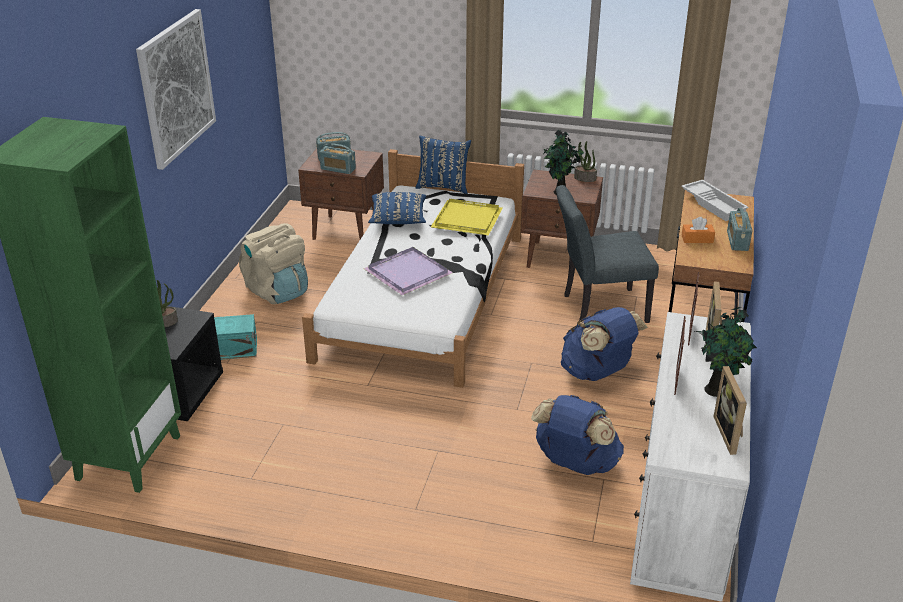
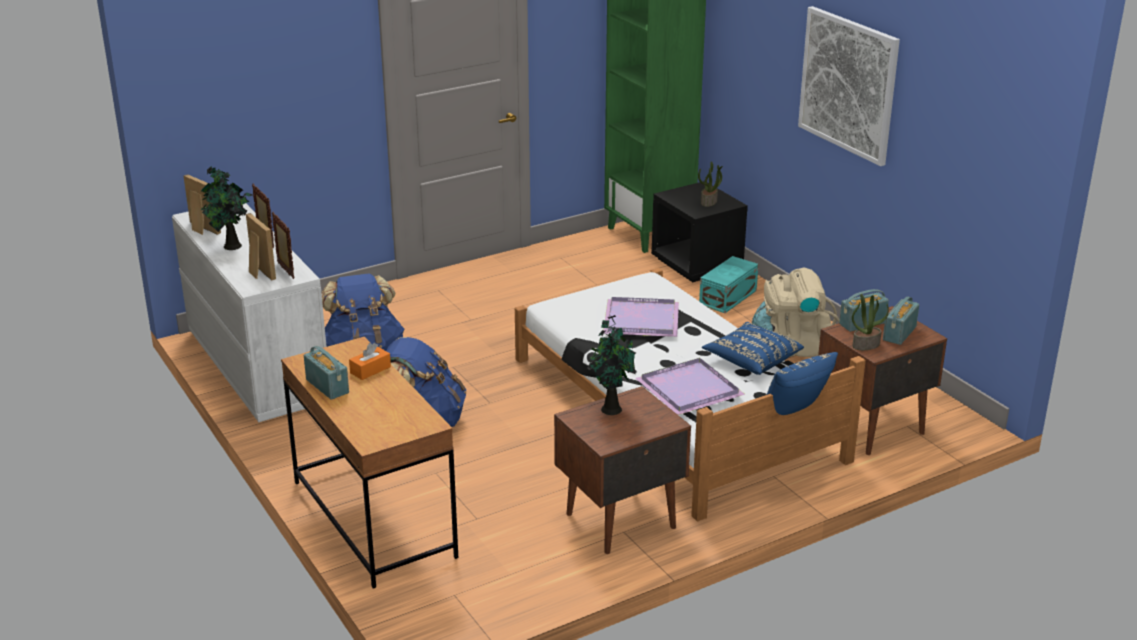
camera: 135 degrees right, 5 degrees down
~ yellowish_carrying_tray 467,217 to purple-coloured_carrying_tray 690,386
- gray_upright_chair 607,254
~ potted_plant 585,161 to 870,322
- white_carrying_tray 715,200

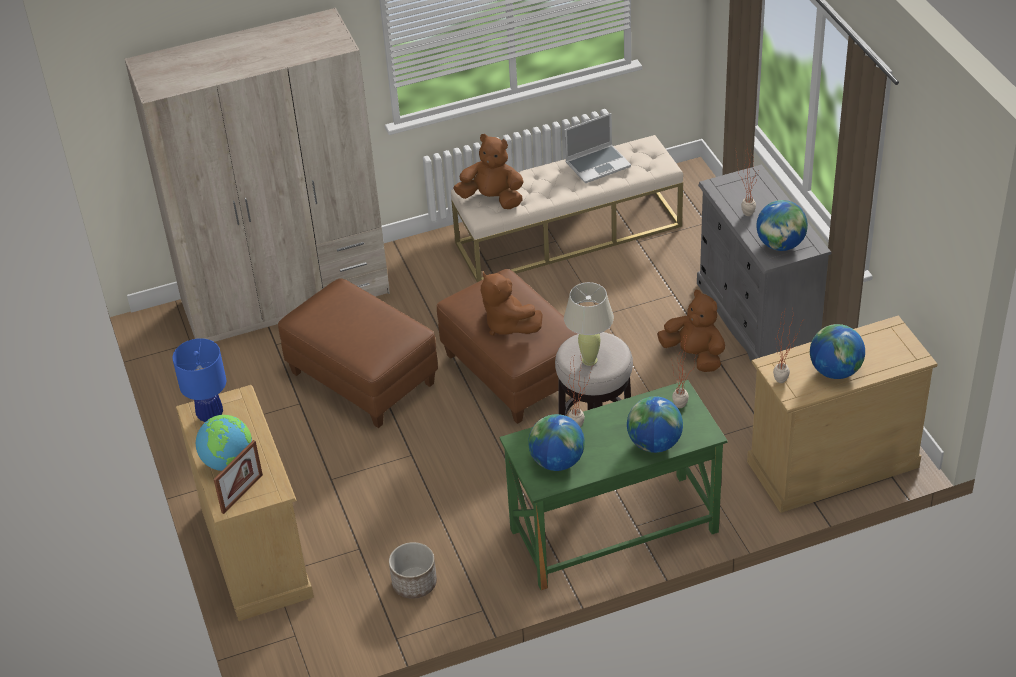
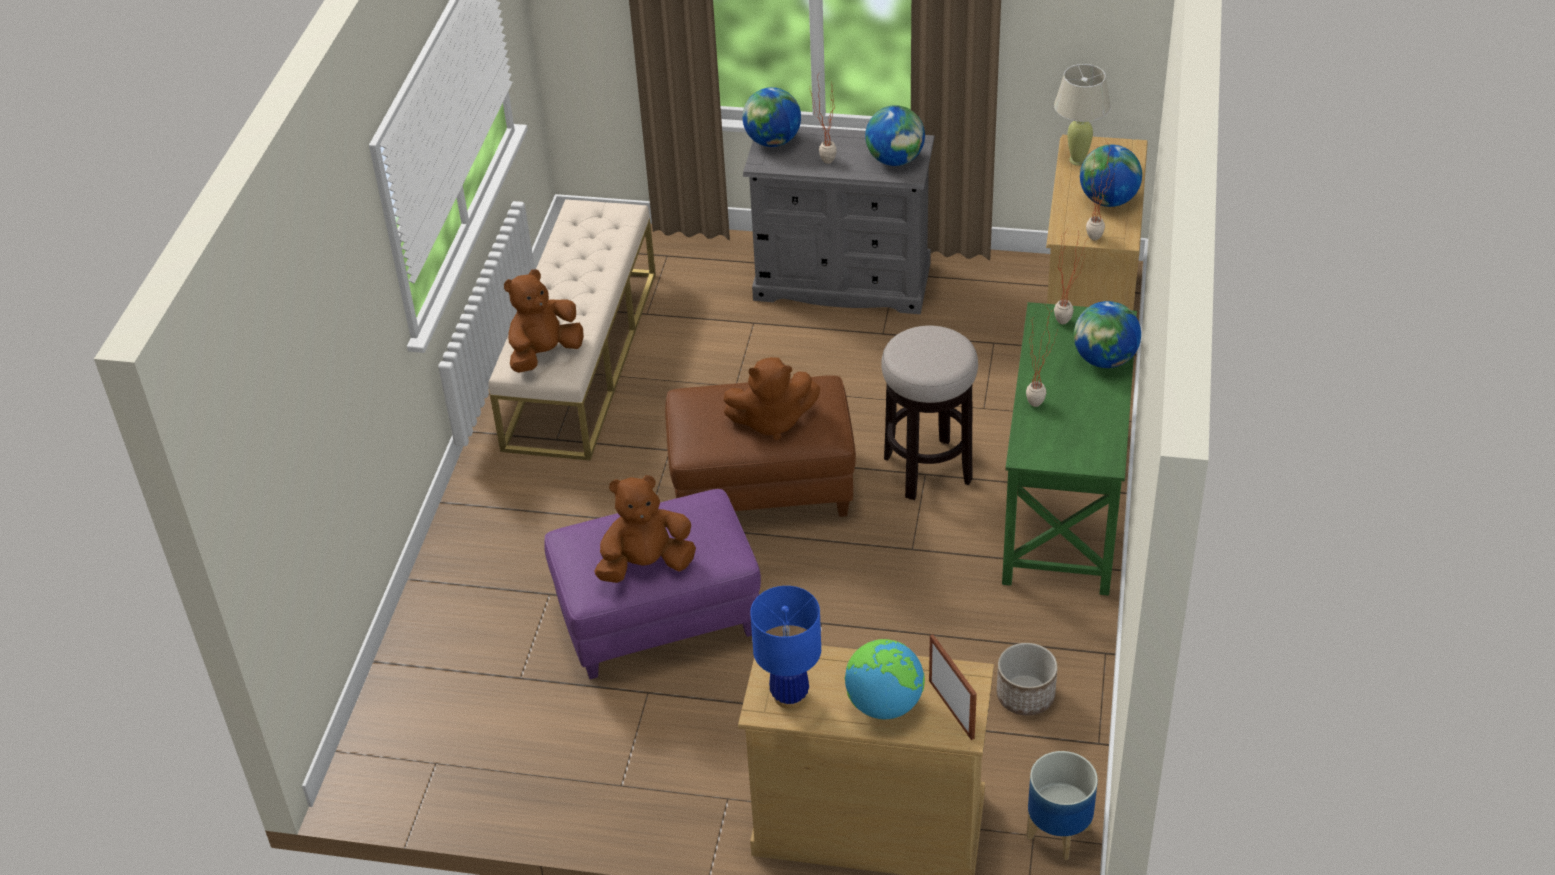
camera: 60 degrees left, 0 degrees up
- beige-coloured_armoire 257,175
~ brown_footrest 358,353 to purple-coloured_footrest 652,584
~ globe 556,442 to 771,117
~ beige-coloured_table_lamp 589,324 to 1082,115
- laptop 598,148
~ brown_cuddly_toy 691,331 to 645,529
+ flower_pot 1062,805

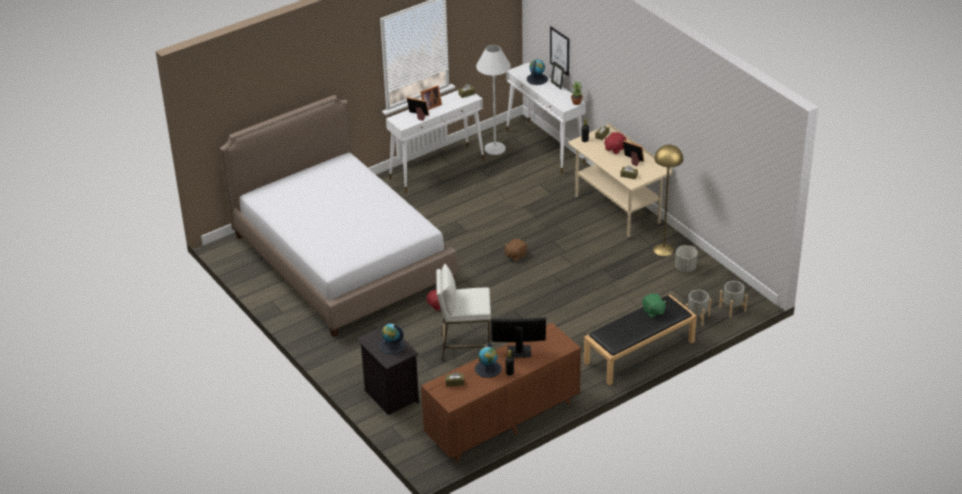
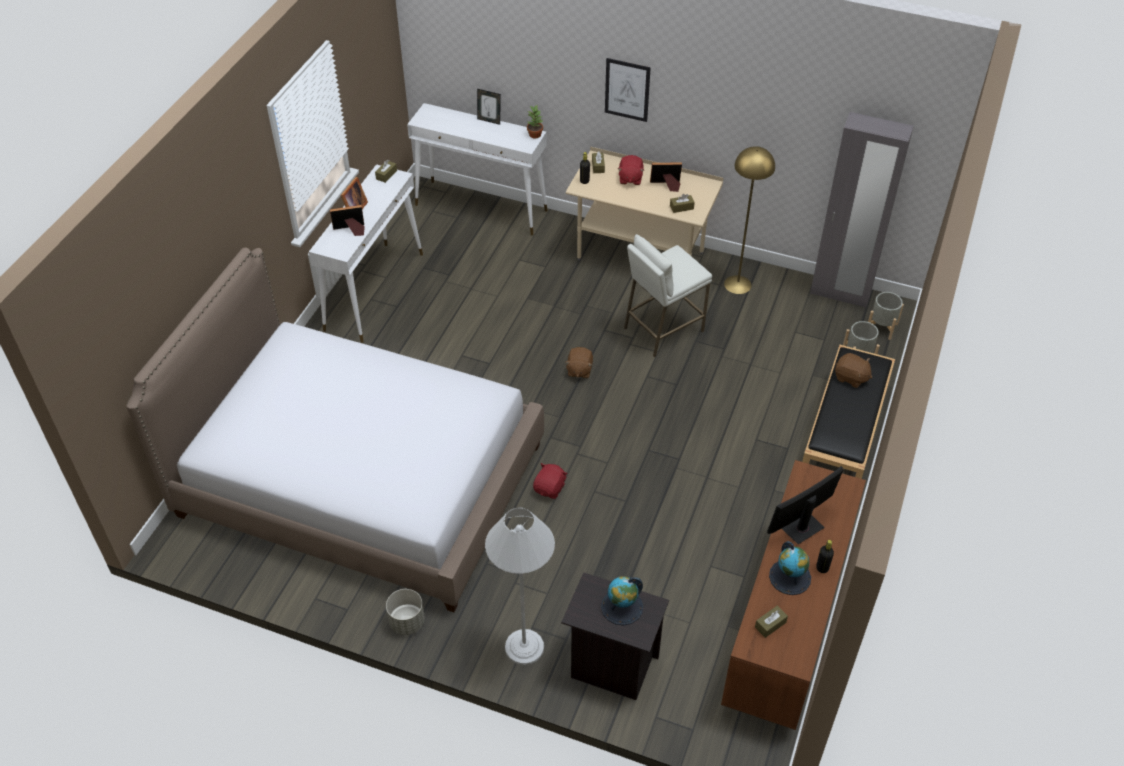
camera: 35 degrees left, 10 degrees up
~ white_sitting_stool 463,312 to 668,295
~ white_standard_lamp 493,100 to 520,586
- globe 537,72
~ picture 559,51 to 628,90
~ green_cuddly_toy 654,306 to brown_cuddly_toy 853,370
~ gray_flower_pot 686,258 to 405,612
+ gray_armoire 862,210

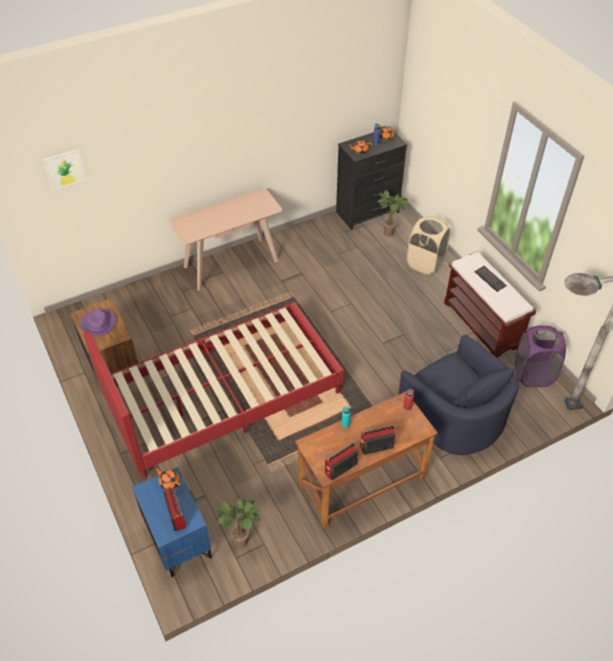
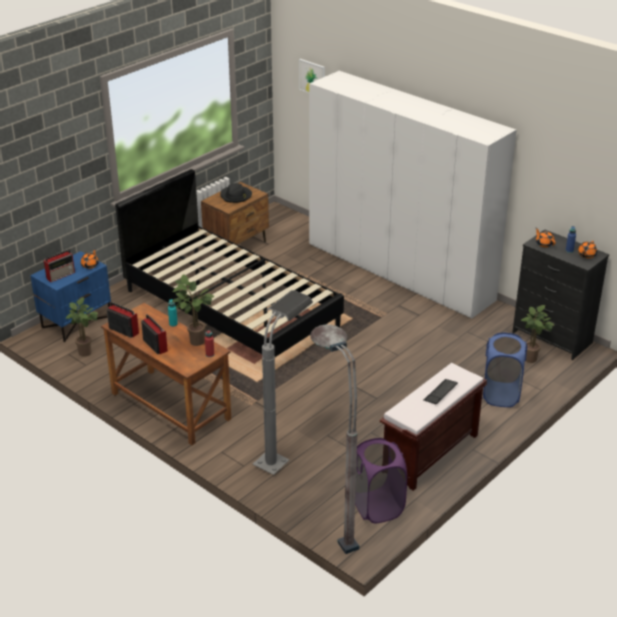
camera: 70 degrees right, 15 degrees down
~ purple-coloured_clothing_hat 98,322 to blackish_clothing_hat 236,193
~ reddish_bed 213,390 to blackish_bed 229,263
~ beige-coloured_hall_table 226,240 to white_armoire 413,194
~ blue-coloured_lounge_chair 458,395 to gray_standard_lamp 282,382
~ beige-coloured_laundry_basket 428,245 to blue-coloured_laundry_basket 505,370
+ potted_plant 193,310

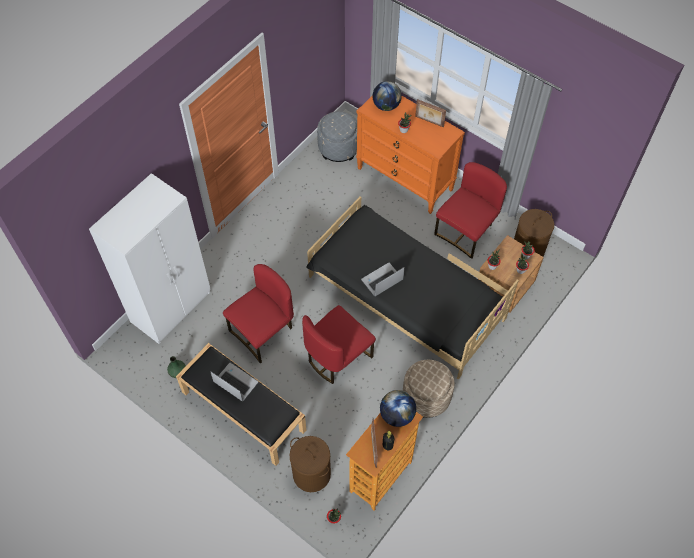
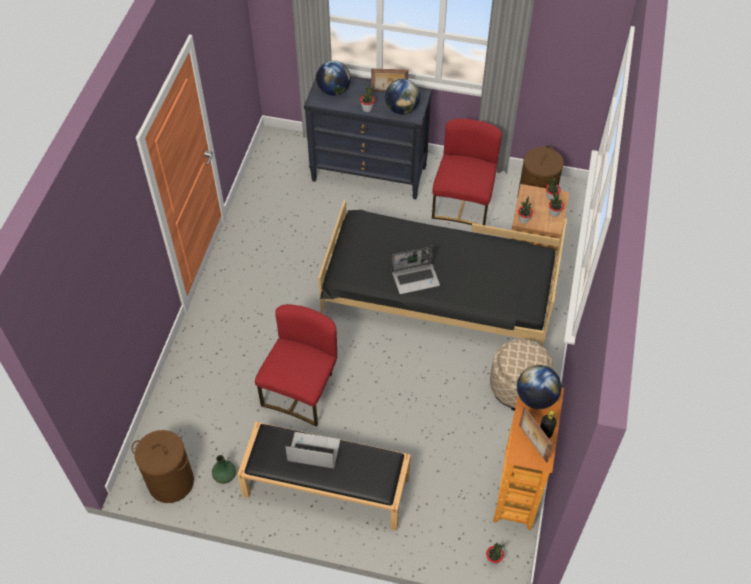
camera: 25 degrees left, 5 degrees down
- white_armoire 150,258
~ brown_laundry_basket 310,464 to 162,466
- reddish_upright_chair 339,344
- gray_footrest 337,136
~ orange_drawer_chest 410,154 to blackish_drawer_chest 368,135
~ laptop 383,280 = 416,270 135 degrees counterclockwise
+ globe 402,97

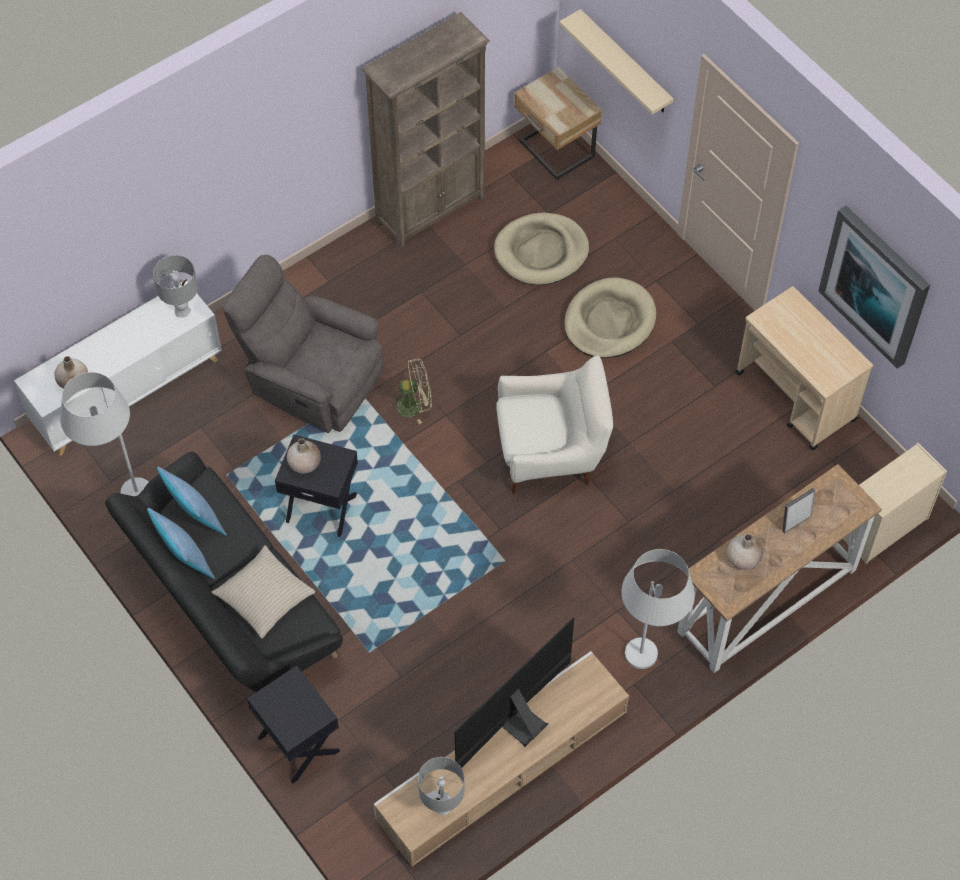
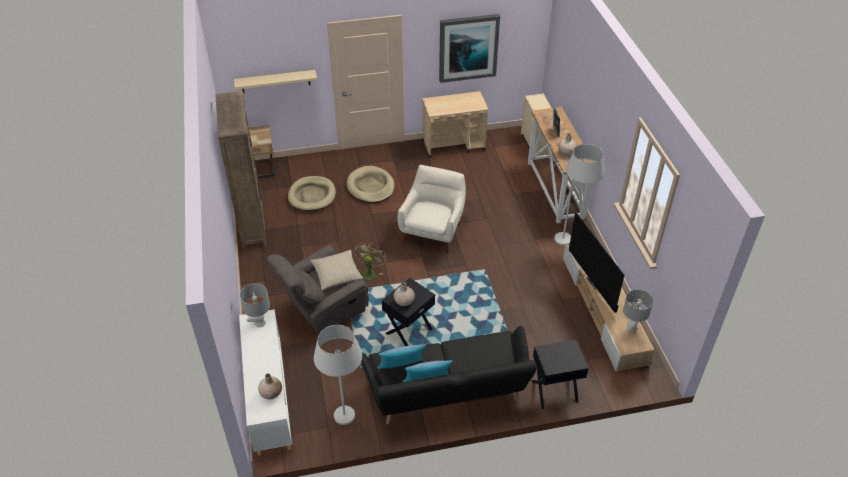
camera: 65 degrees left, 15 degrees down
~ beige-coloured_cushion 263,592 to 336,270

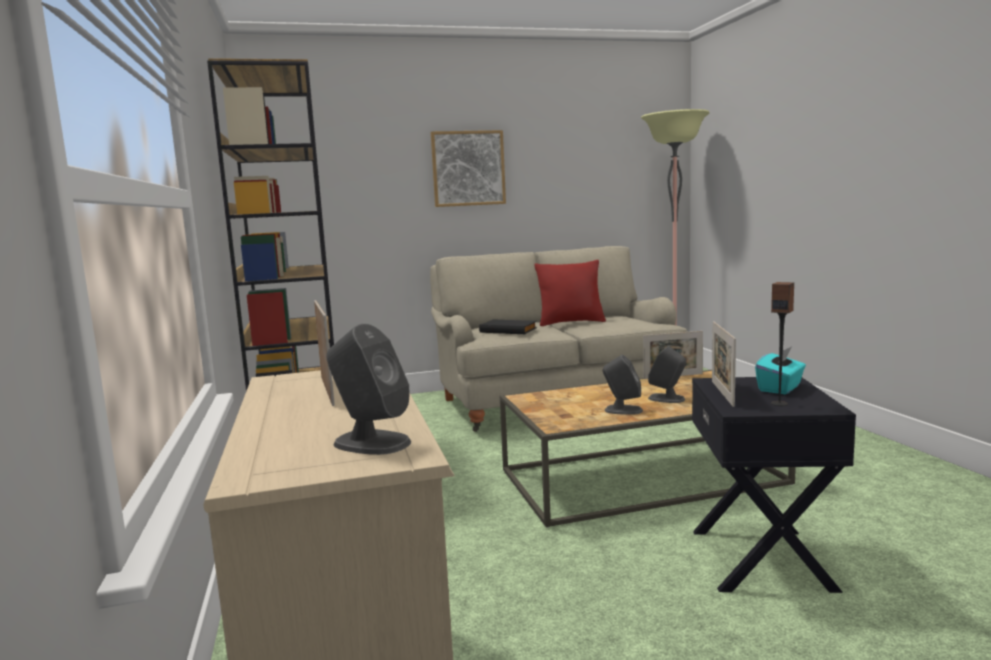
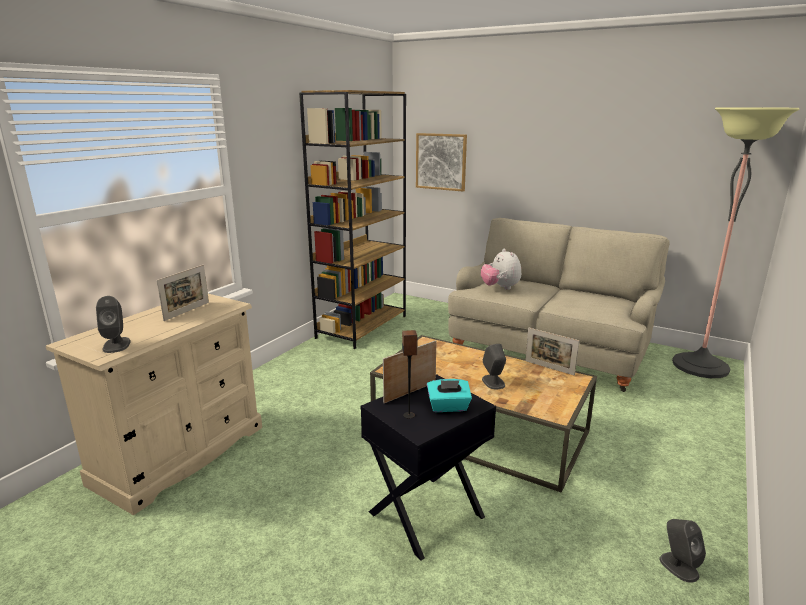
camera: 45 degrees right, 10 degrees up
~ picture 468,168 to 441,162
~ blackish_book 508,326 to cuddly_toy 501,269
- reddish_cushion 570,293
~ gray_speaker 623,385 to 683,551

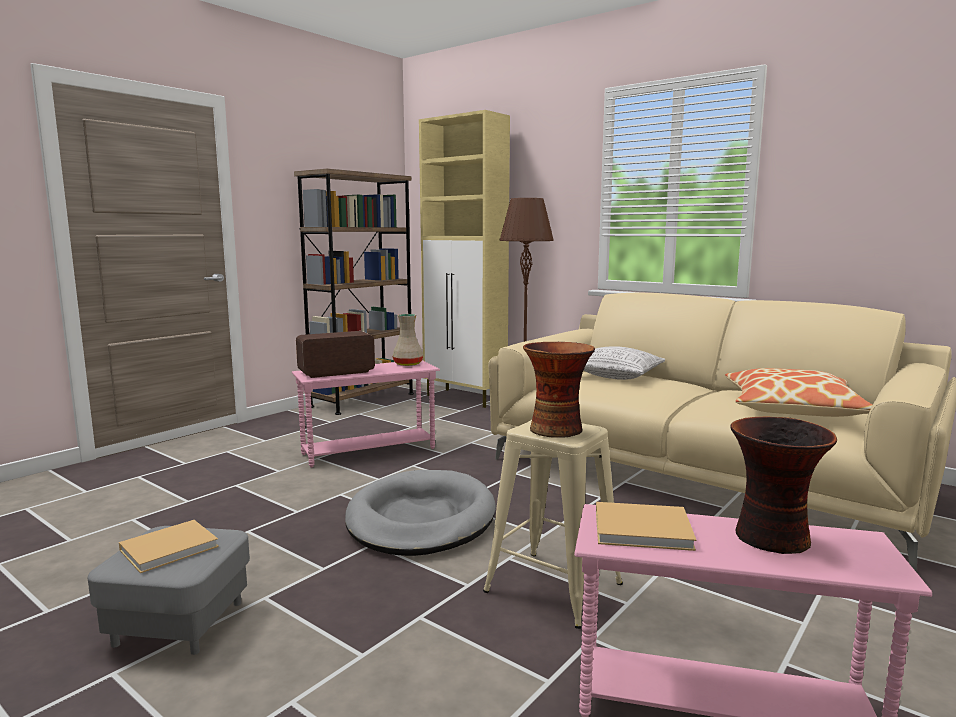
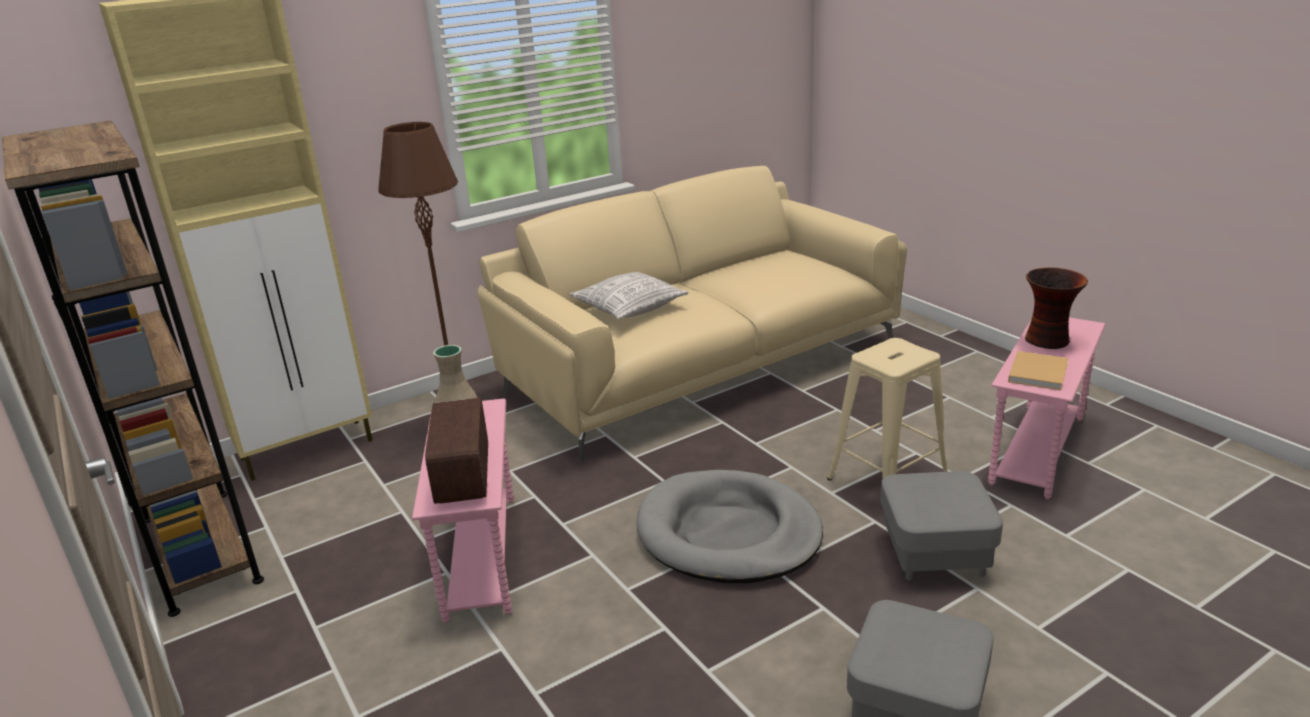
camera: 70 degrees left, 15 degrees up
- beige-coloured_book 169,546
- decorative_vase 559,390
- cushion 799,392
+ gray_footrest 941,525

